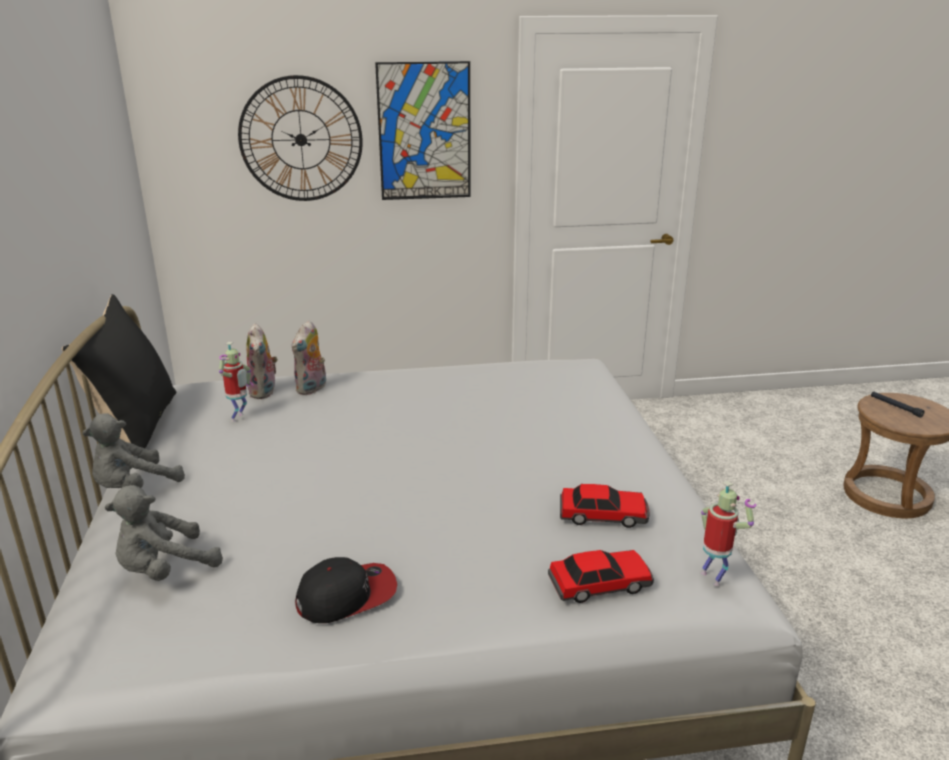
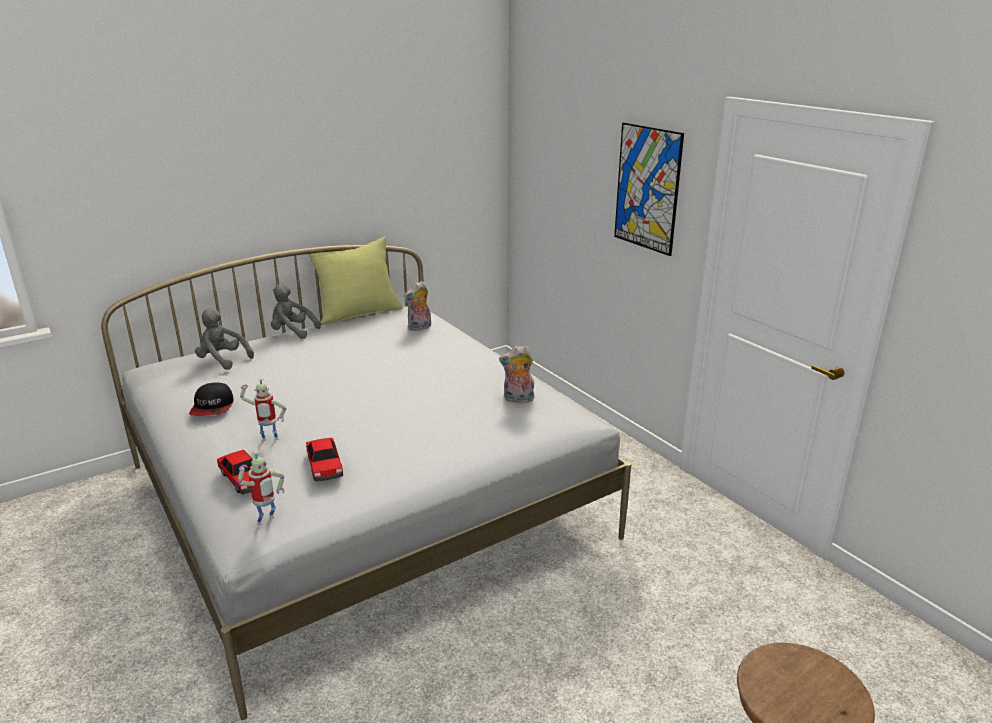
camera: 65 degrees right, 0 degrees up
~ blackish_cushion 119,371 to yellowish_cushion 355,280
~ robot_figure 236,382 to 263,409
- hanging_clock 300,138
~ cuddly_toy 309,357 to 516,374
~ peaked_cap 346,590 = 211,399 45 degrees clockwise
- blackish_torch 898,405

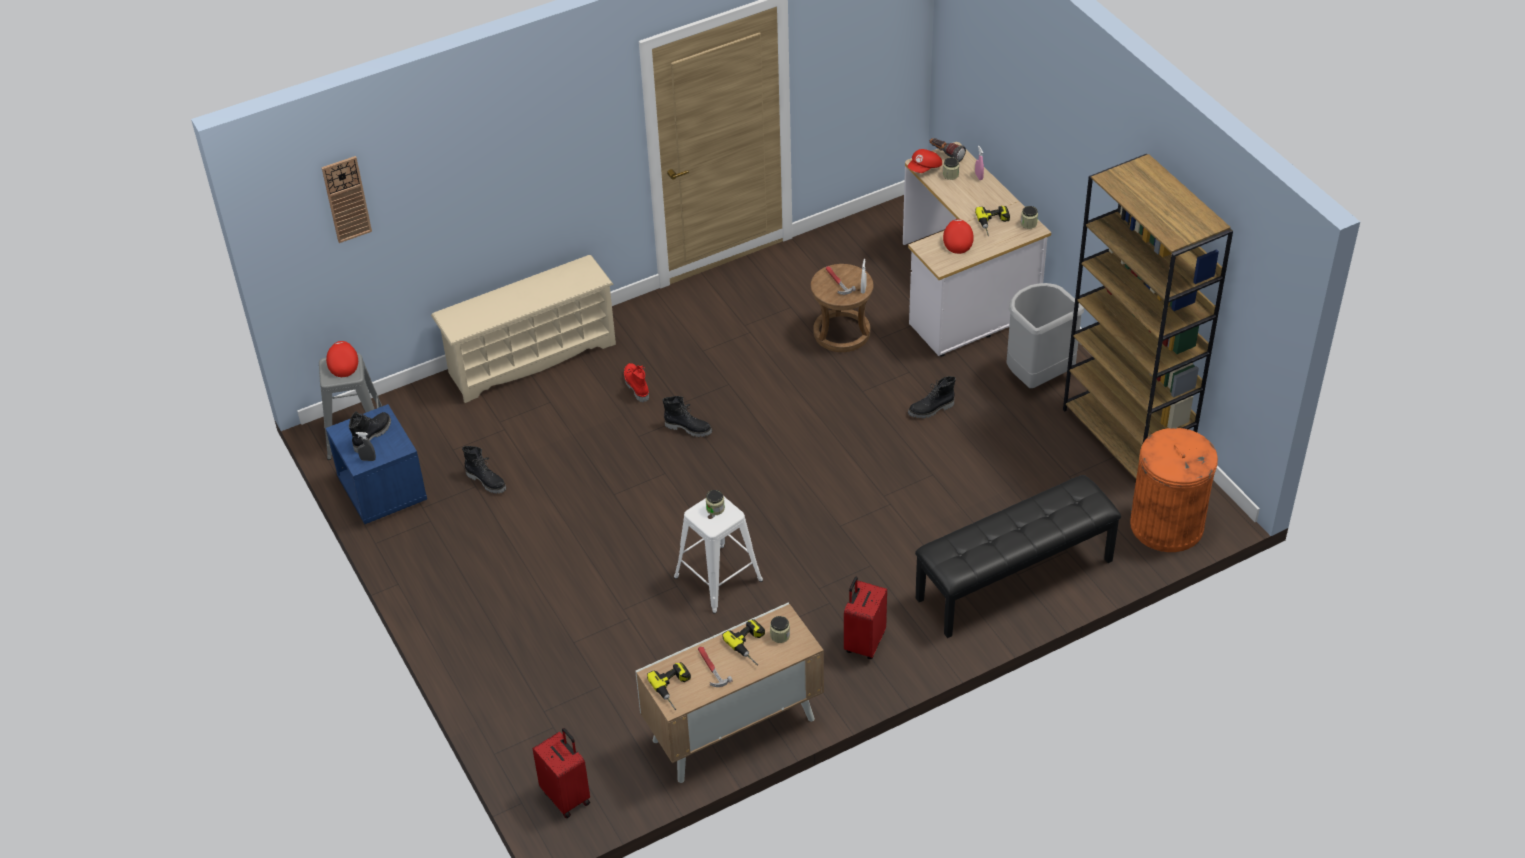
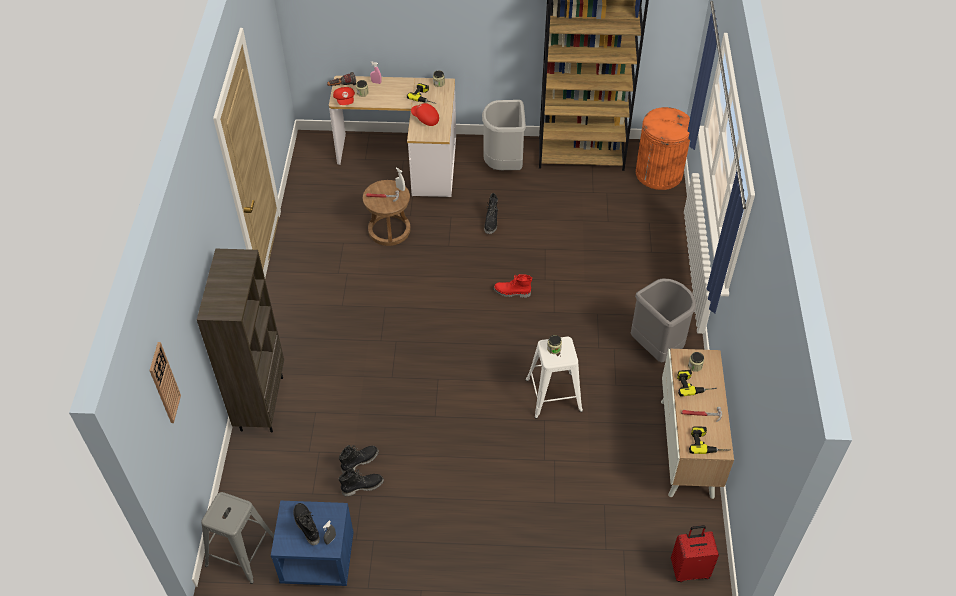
camera: 60 degrees left, 5 degrees up
- reddish_peaked_cap 342,359
~ beige-coloured_shoe_rack 523,329 to brown_bookcase 240,340
~ reddish_boot 636,382 to 512,286
~ blackish_boot 687,416 to 359,459
~ reddish_piece_of_luggage 865,618 to gray_trash_can 663,320
- blackish_indoor_bench 1018,556

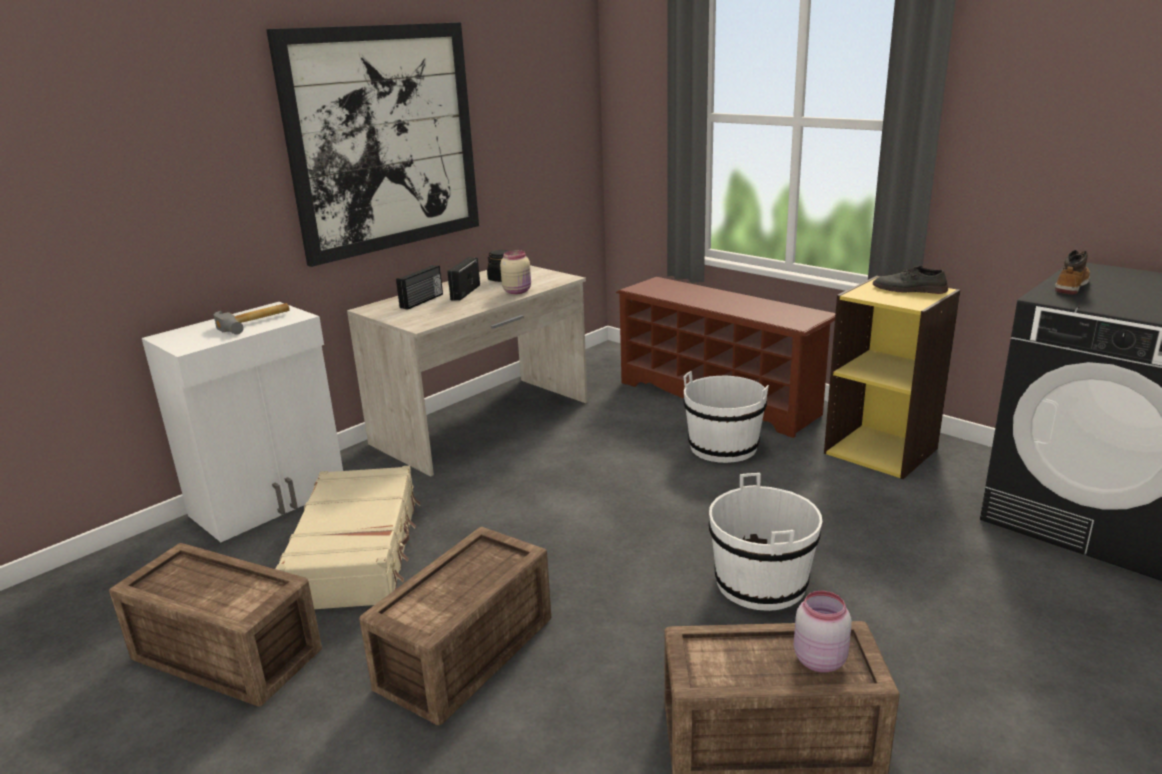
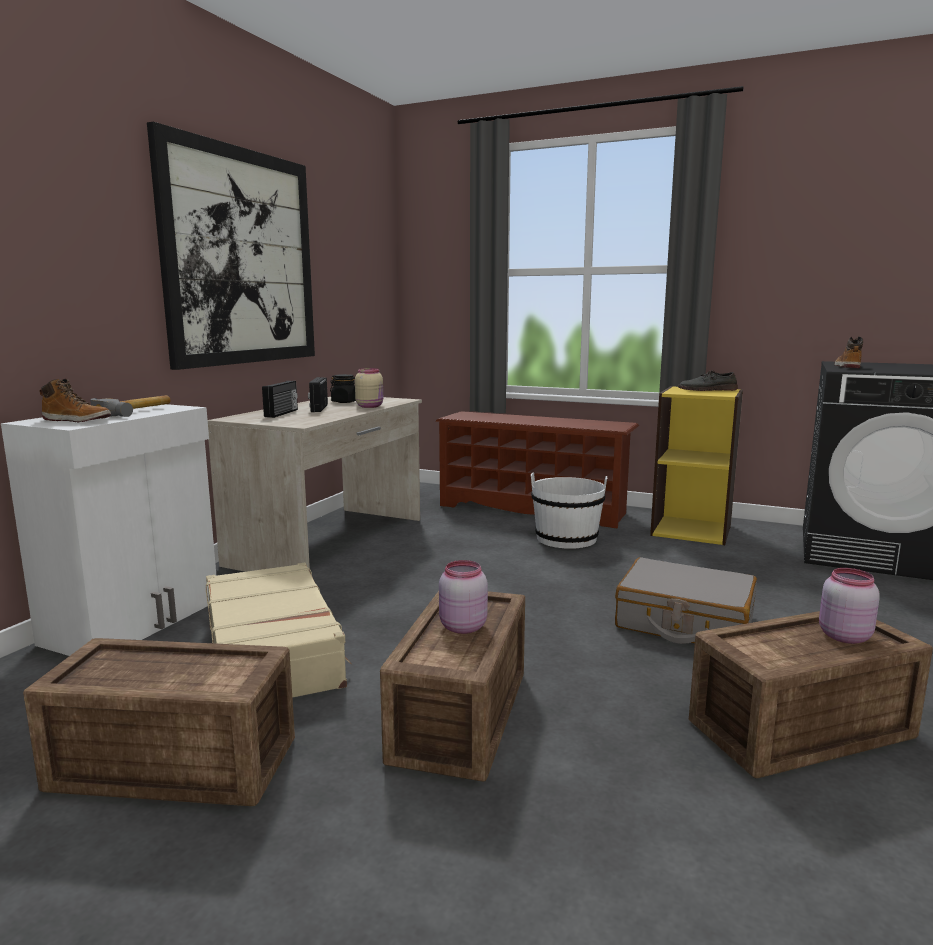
camera: 20 degrees left, 10 degrees down
~ white_pail 765,542 to gray_piece_of_luggage 686,600
+ boot 75,400
+ pink-coloured_jar 463,597

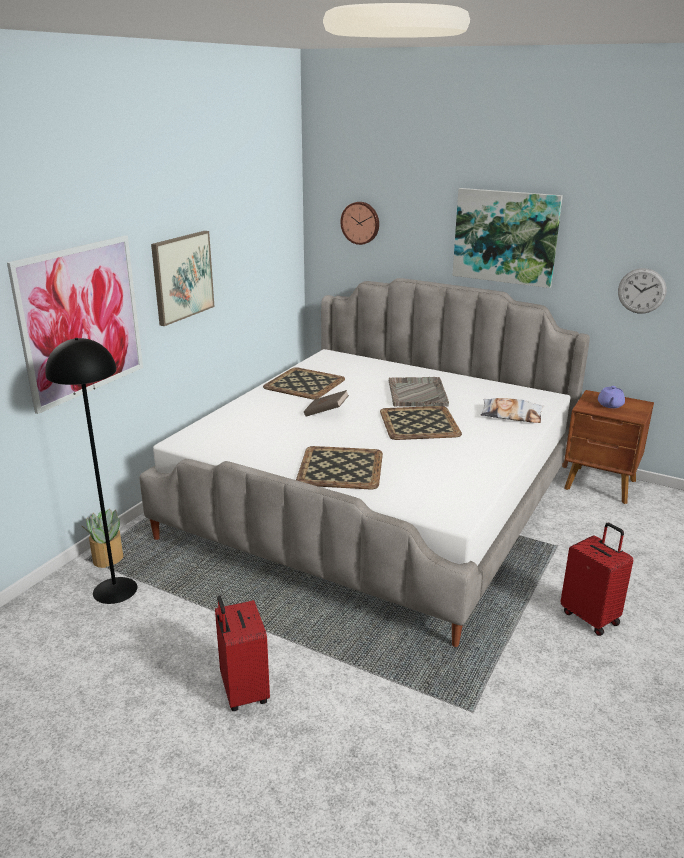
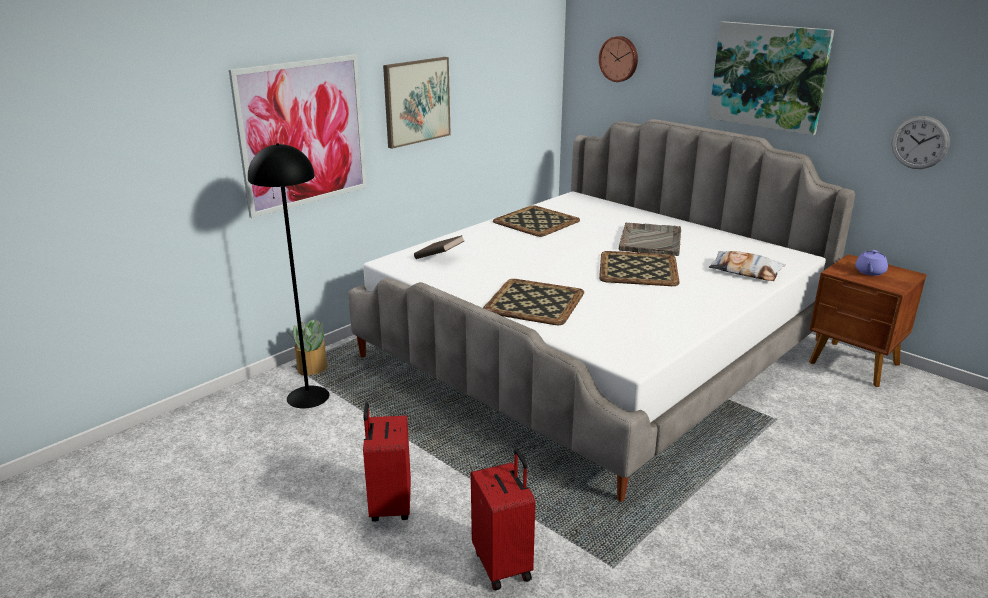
camera: 15 degrees right, 0 degrees up
~ brown_book 326,403 to 439,247
~ reddish_piece_of_luggage 597,579 to 503,519

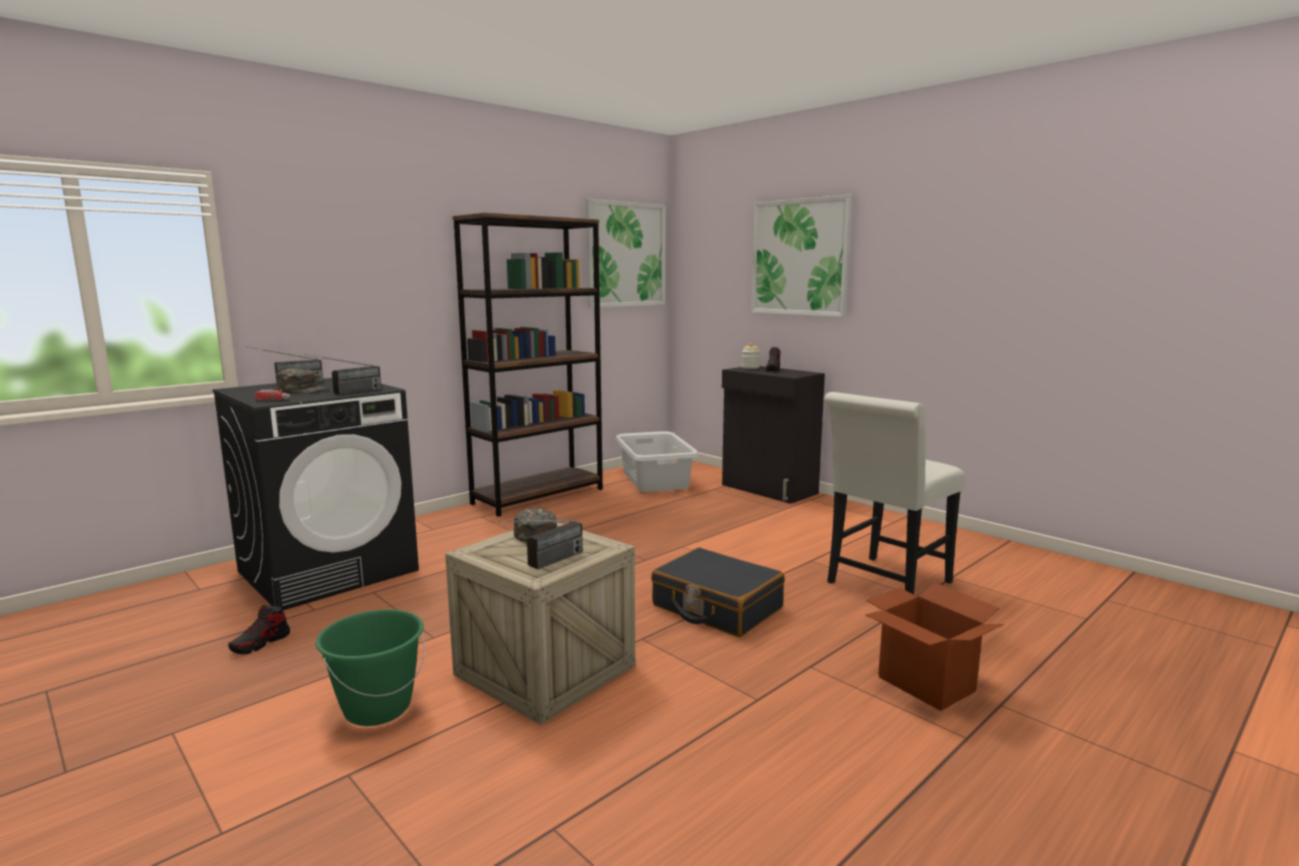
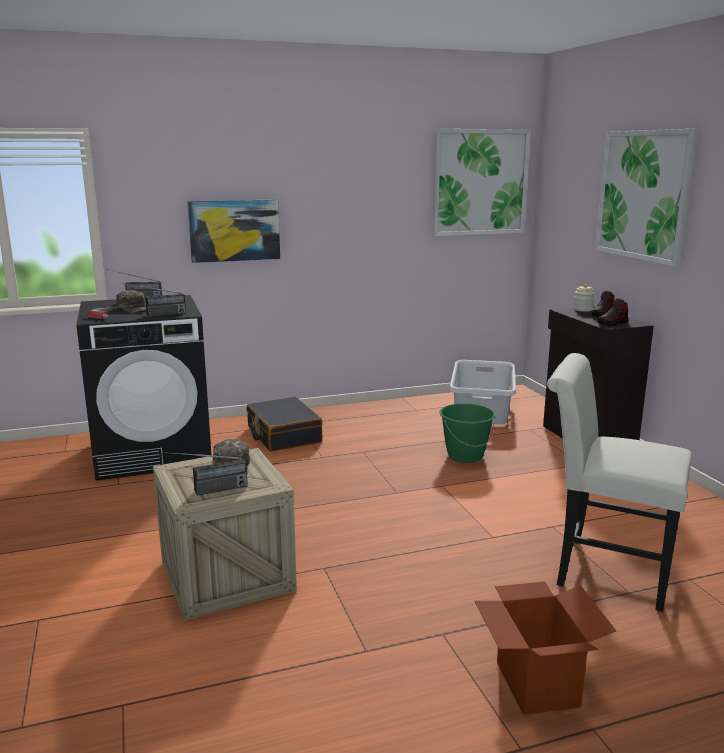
camera: 25 degrees right, 5 degrees up
~ low_shoe 259,630 to 613,312
~ green_pail 370,667 to 467,433
- brown_bookcase 527,365
~ blackish_piece_of_luggage 718,592 to 285,424
~ white_upright_chair 894,493 = 619,482 45 degrees clockwise
+ picture 233,231

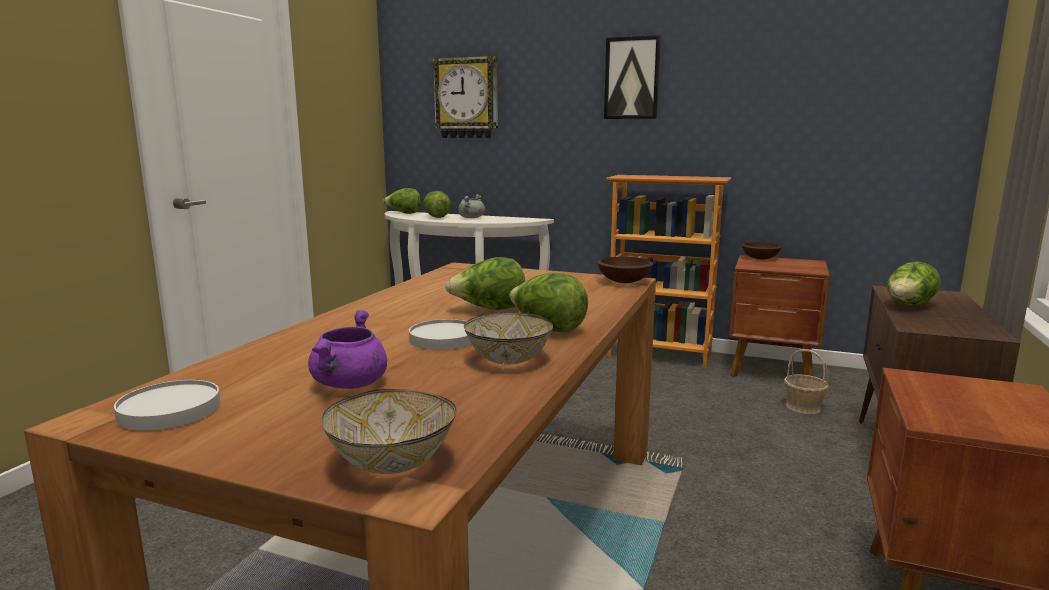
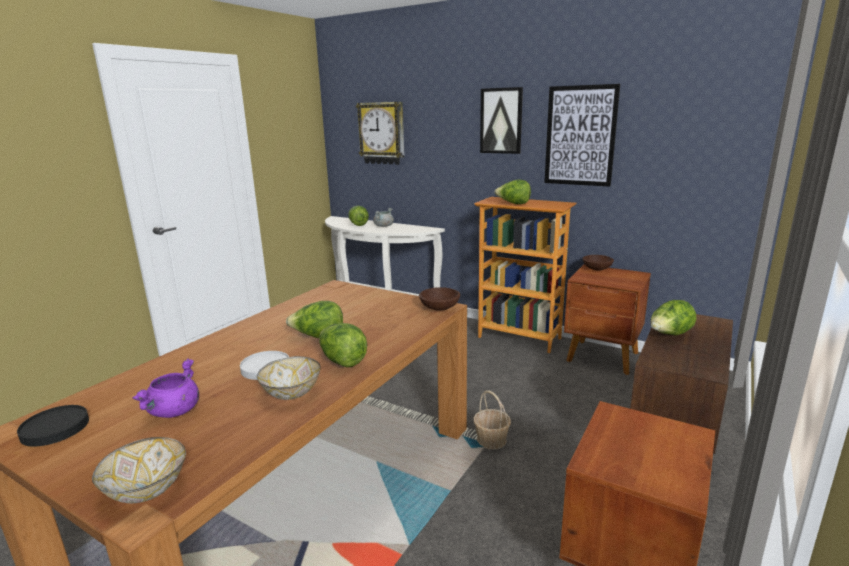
camera: 10 degrees right, 5 degrees up
~ white_dinner_plate 167,405 to blackish_dinner_plate 53,426
~ lettuce_head 402,201 to 512,192
~ household_basket 806,381 to 492,420
+ picture 582,135

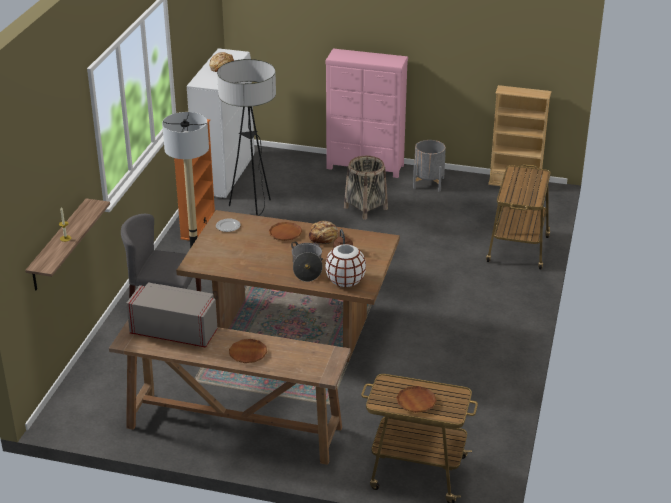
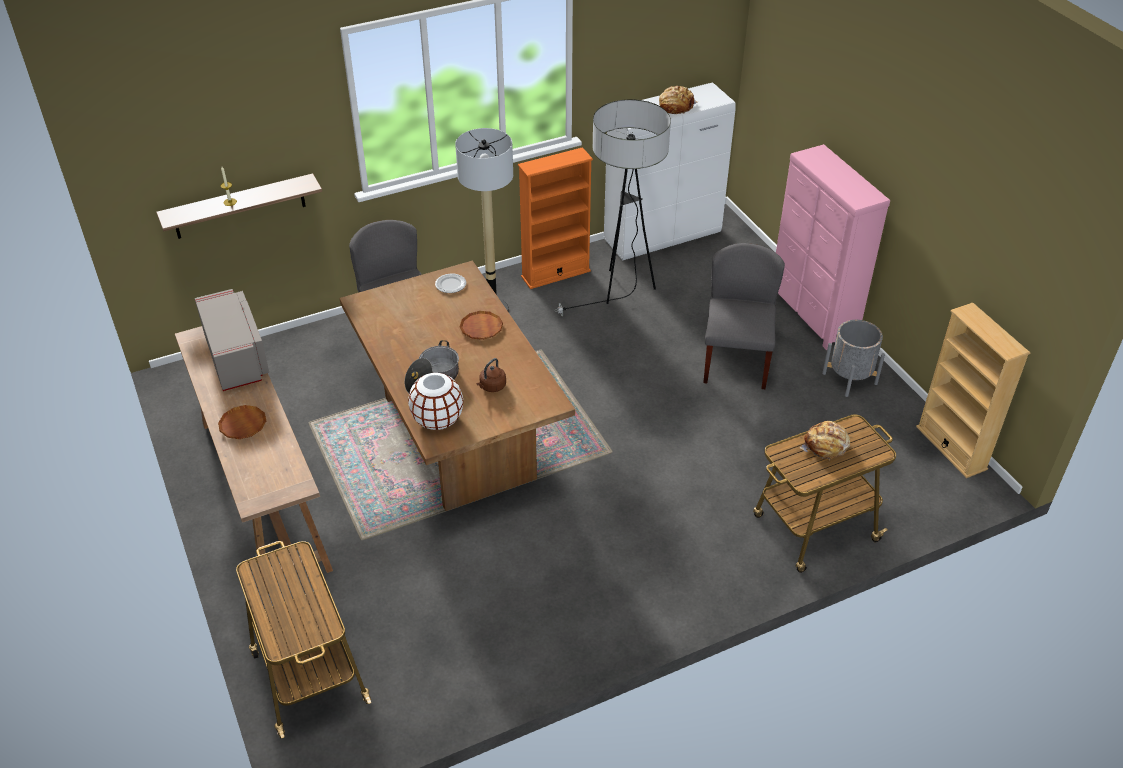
camera: 50 degrees right, 10 degrees up
~ bakery_bread 323,233 to 825,440
~ household_basket 366,188 to gray_upright_chair 744,316
- brown_dinner_plate 416,399

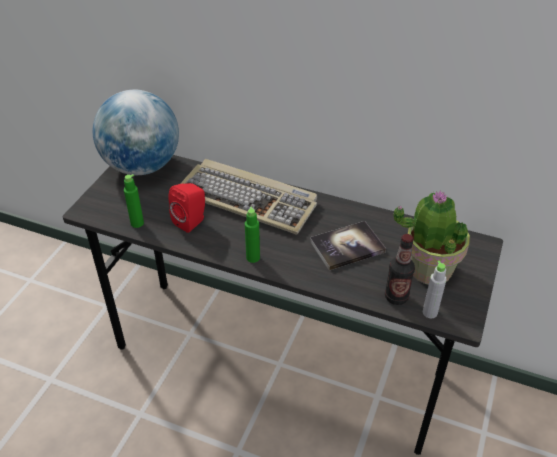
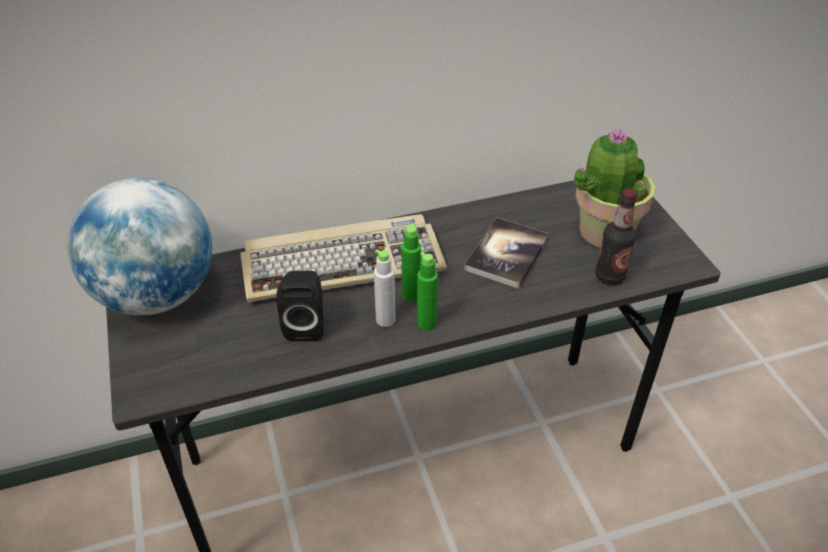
camera: 40 degrees left, 0 degrees up
~ green_drink_bottle 134,201 to 411,262
~ reddish_speaker 186,208 to blackish_speaker 300,306
~ gray_drink_bottle 434,289 to 385,288

